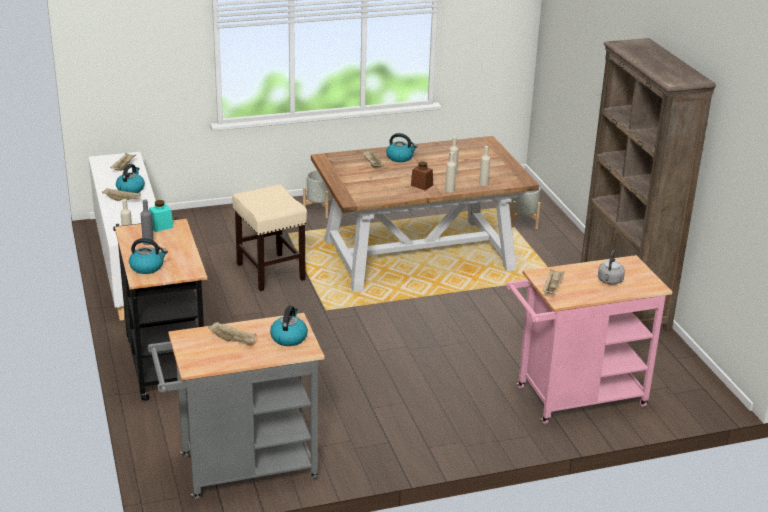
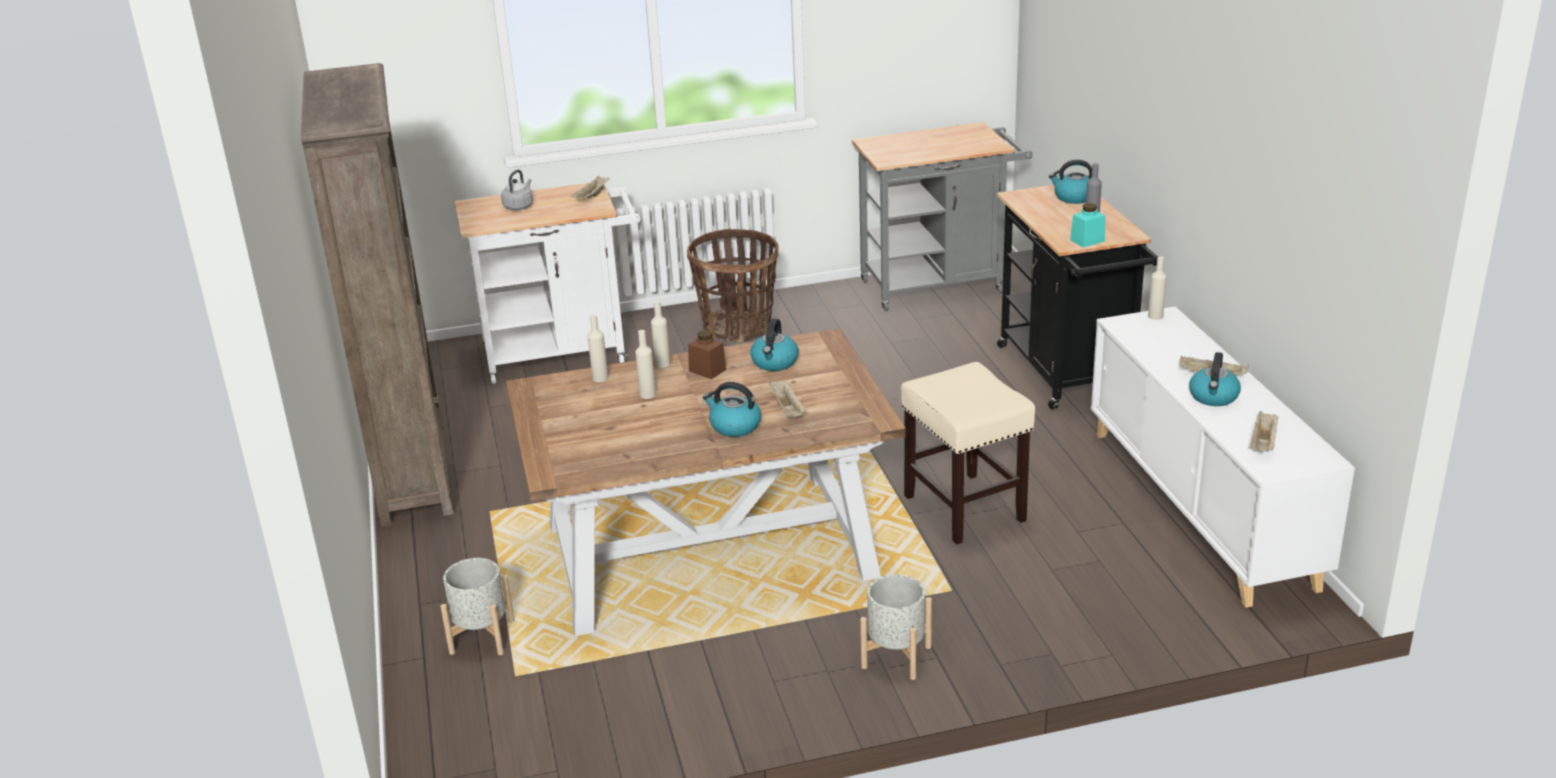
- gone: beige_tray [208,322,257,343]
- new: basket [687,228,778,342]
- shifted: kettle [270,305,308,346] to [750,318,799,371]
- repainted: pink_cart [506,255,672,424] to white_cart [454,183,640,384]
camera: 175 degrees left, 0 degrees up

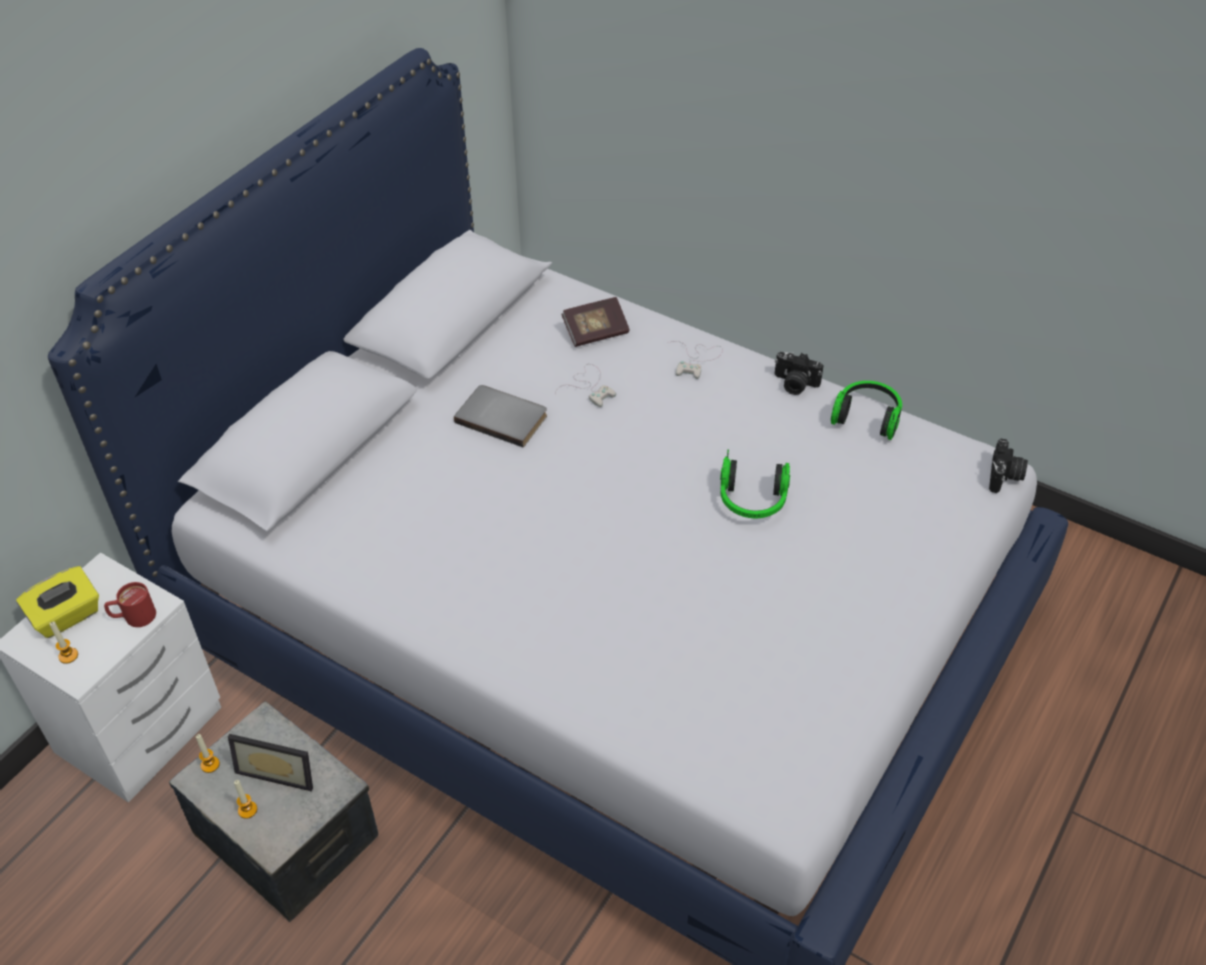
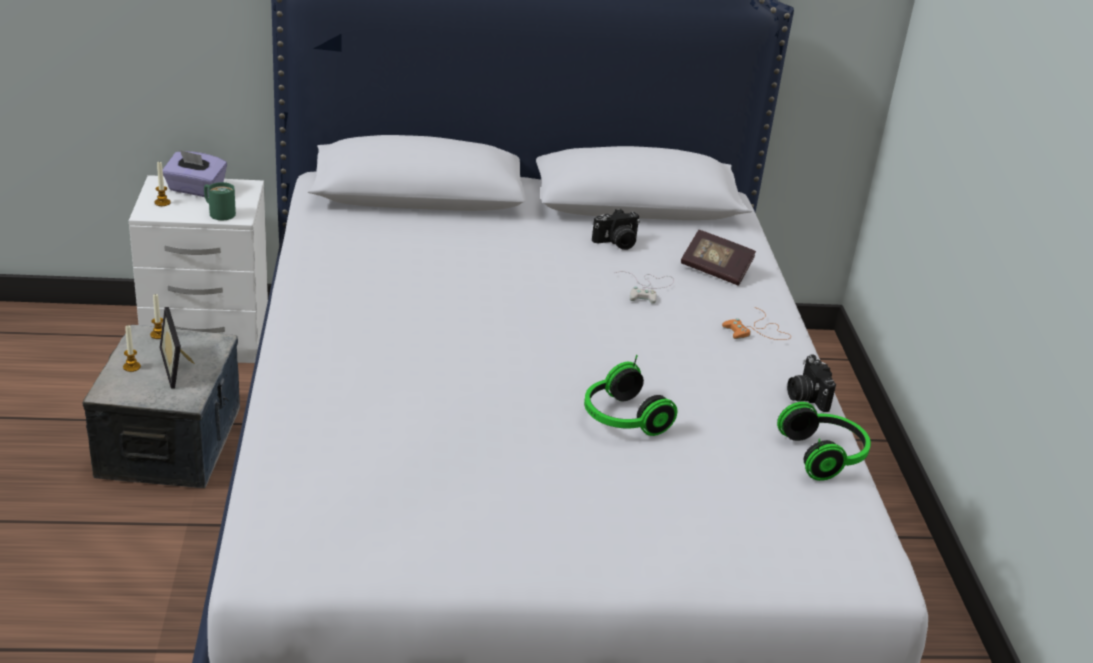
- gone: grey_book [454,385,547,448]
- shifted: photo_camera [989,439,1028,493] to [592,209,640,250]
- repainted: yellow_tissue_box [16,566,99,638] to purple_tissue_box [163,150,227,198]
- repainted: red_mug [104,582,156,627] to green_mug [204,182,236,220]
- repainted: white_game_controller [668,341,723,379] to orange_game_controller [722,307,791,340]
camera: 50 degrees right, 15 degrees down

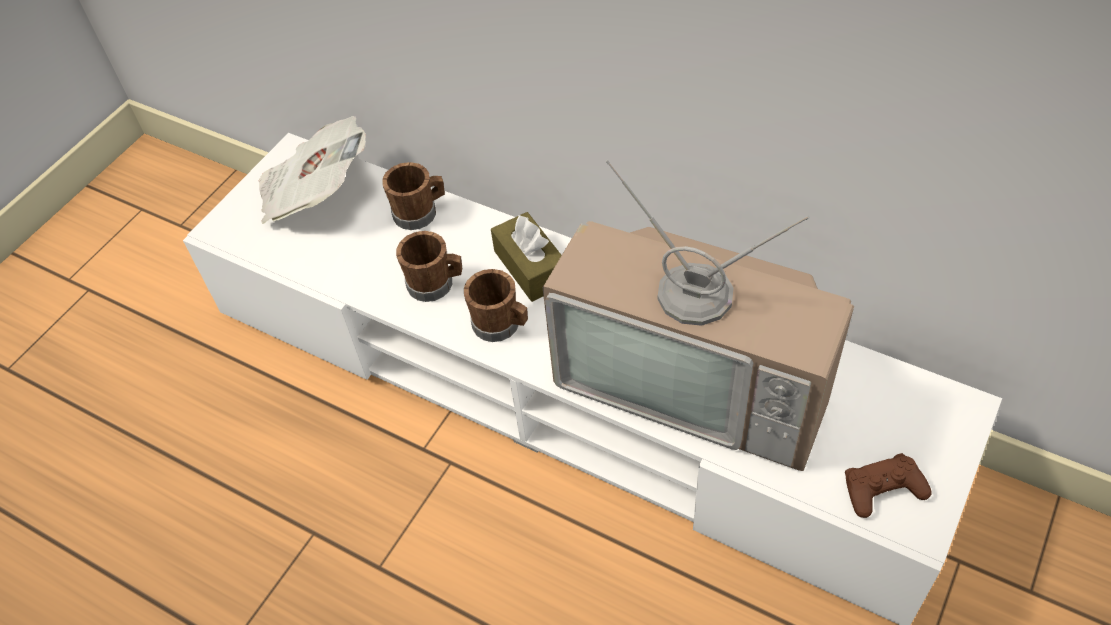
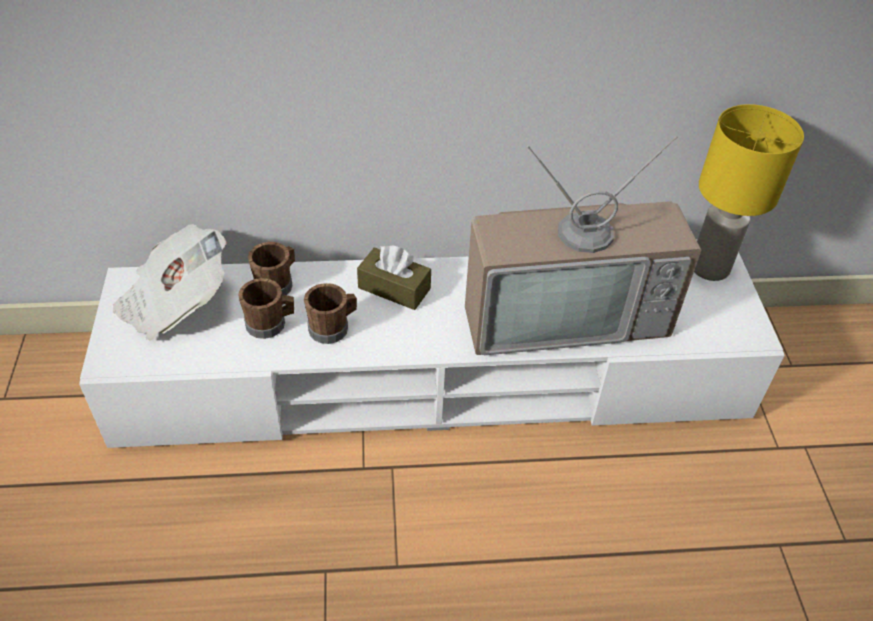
- gone: brown_game_controller [845,453,931,518]
- new: yellow_table_lamp [694,104,804,281]
- shifted: brown_mug [464,269,528,342] to [238,278,294,339]
camera: 40 degrees left, 5 degrees down

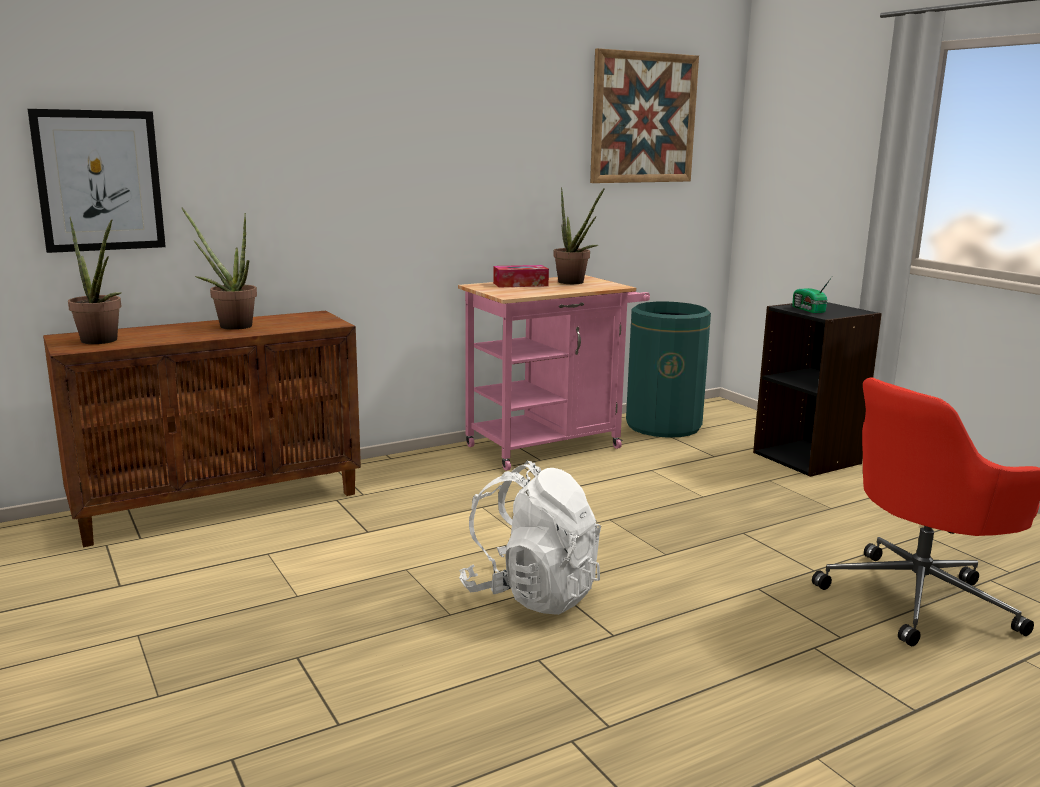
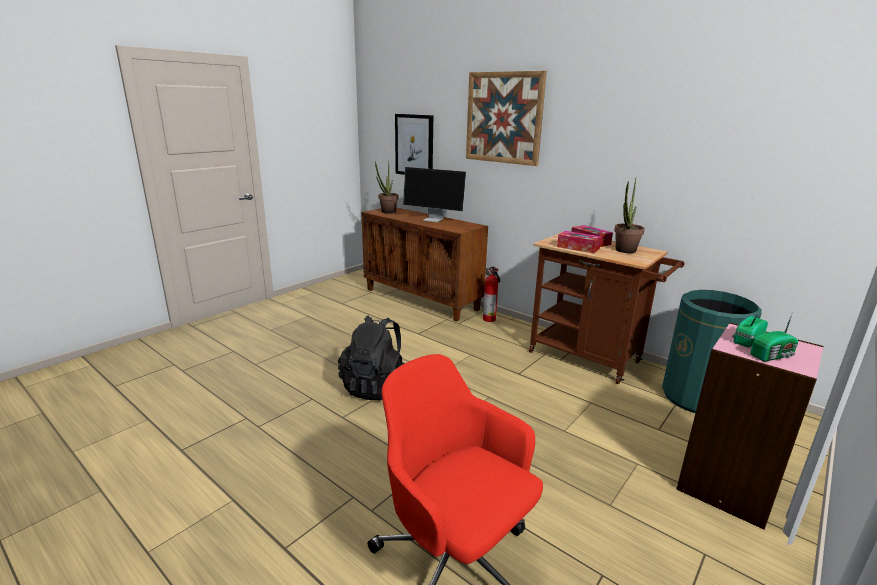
- new: fire_extinguisher [483,267,500,322]
- new: tissue_box [557,231,602,253]
- new: radio [750,311,798,362]
- shifted: picture [590,48,699,183] to [466,71,547,166]
- swapped: potted_plant [182,208,257,330] to monitor [403,167,467,222]
- repainted: pink_cart [458,275,650,471] to brown_cart [529,232,684,384]
- repainted: white_backpack [459,461,601,615] to black_backpack [338,315,405,400]
- repainted: black_bookcase [753,302,882,477] to pink_bookcase [676,323,824,530]
camera: 70 degrees right, 5 degrees up

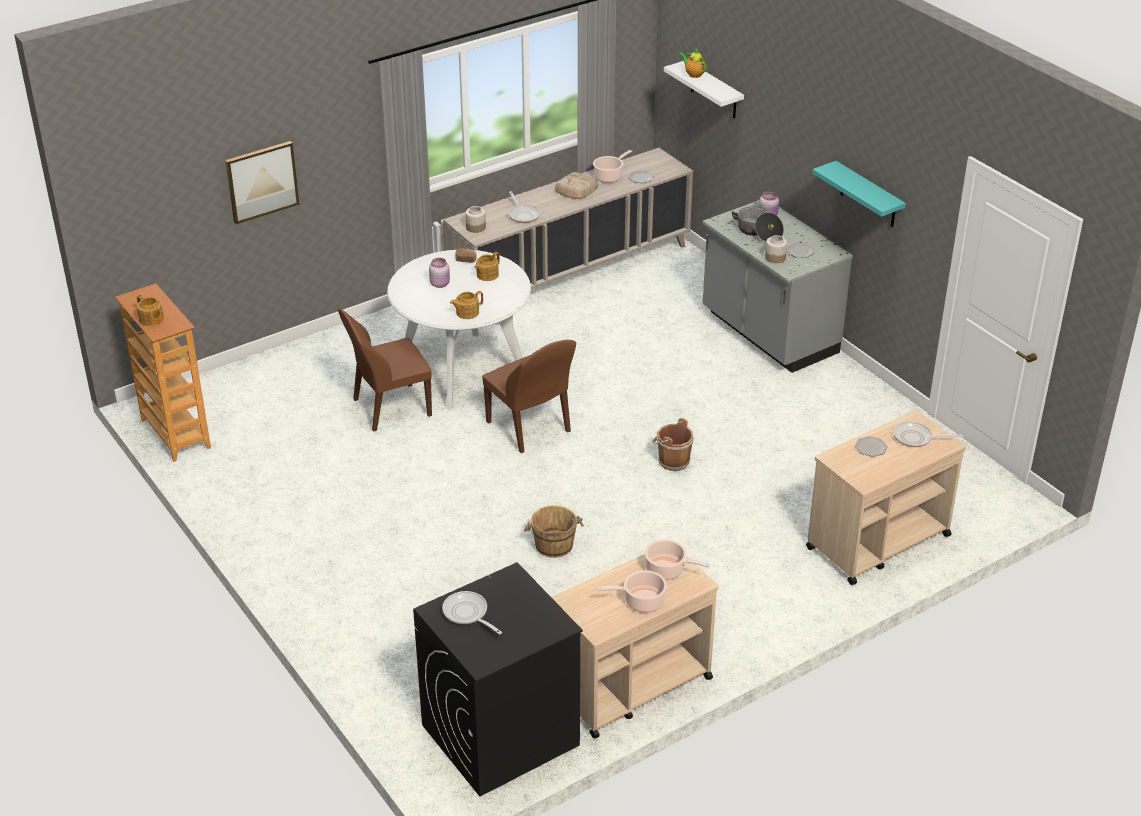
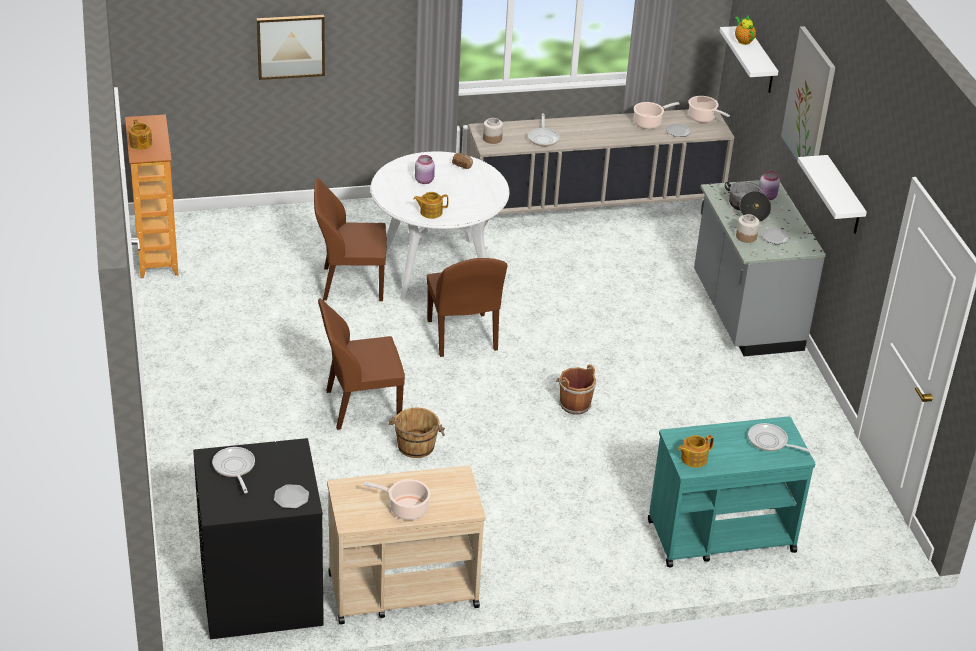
- gone: bread [555,172,598,199]
- new: brown_chair [318,299,405,430]
- new: picture [781,26,835,161]
- shifted: teapot [475,252,500,281] to [678,435,714,468]
- shifted: cooking_pot [645,539,710,580] to [688,96,730,123]
- shifted: plate [855,436,887,457] to [274,484,309,508]
- repainted: beige_cart [806,410,966,585] to turquoise_cart [648,416,815,568]
- repainted: turquoise_shelf [812,161,906,227] to white_shelf [797,155,867,234]
camera: 20 degrees right, 0 degrees up

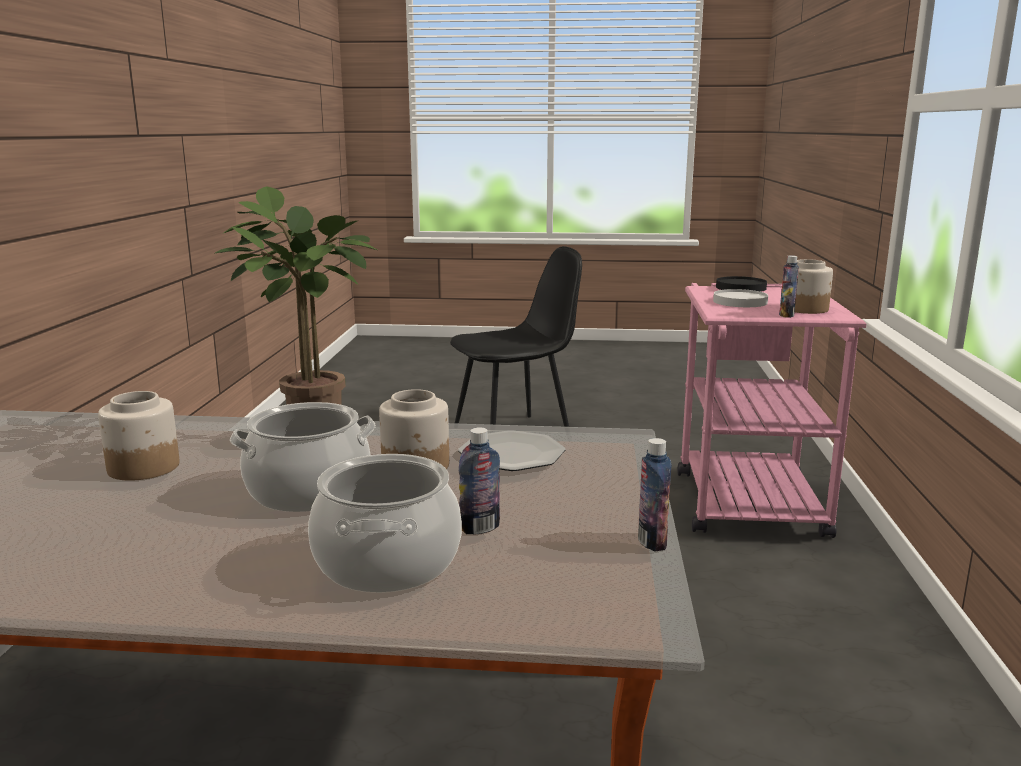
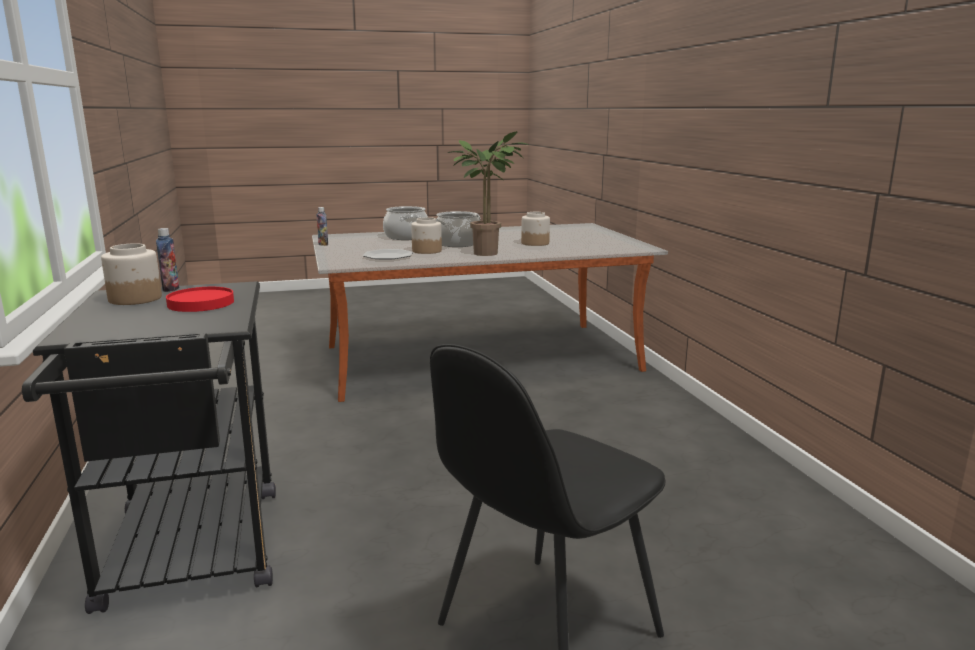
- gone: bottle [459,427,500,534]
- gone: black_plate [716,276,767,292]
- repainted: pink_cart [677,283,866,538] to black_cart [22,281,276,614]
- repainted: white_plate [713,289,768,307] to red_plate [166,287,234,312]
camera: 160 degrees right, 0 degrees up

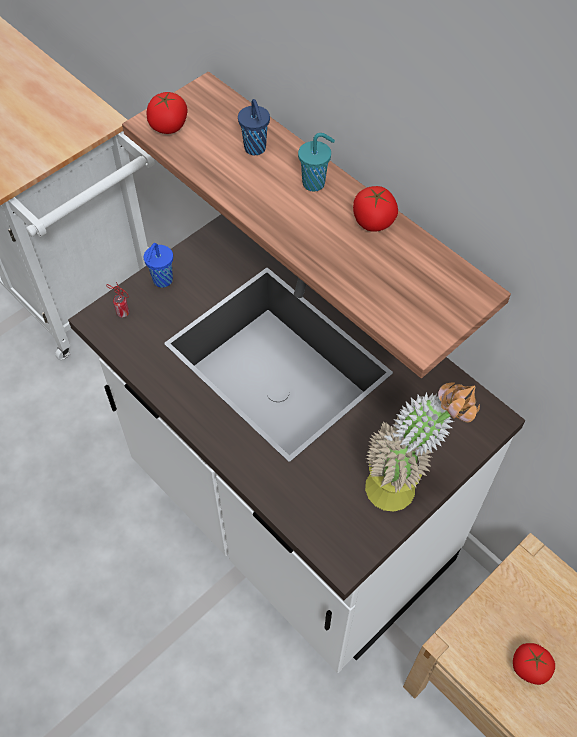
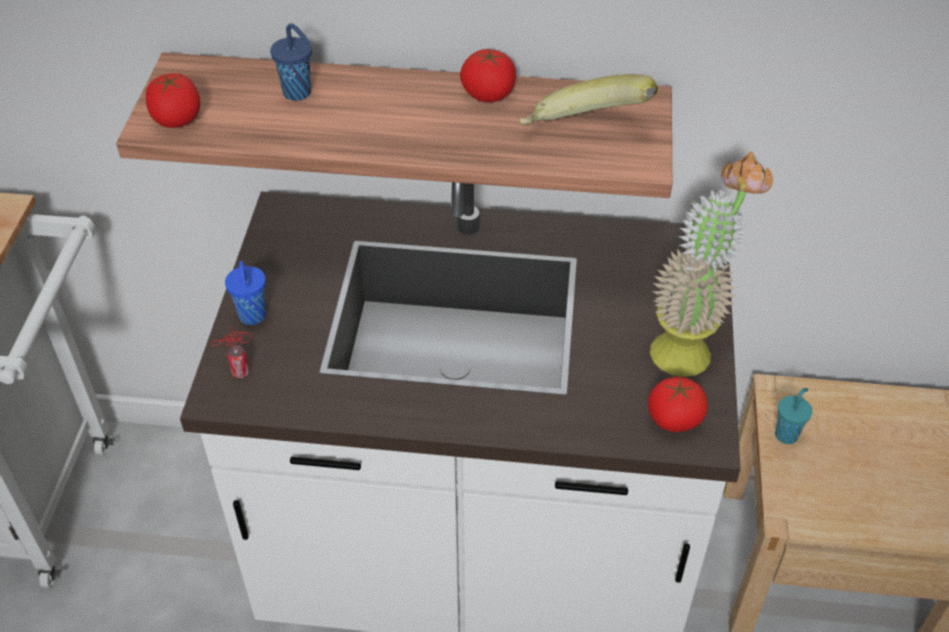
- new: banana [520,74,658,126]
- shifted: turquoise_cup [298,133,335,192] to [775,388,812,444]
- shifted: tomato [513,643,555,685] to [648,377,708,432]
camera: 40 degrees left, 10 degrees down

